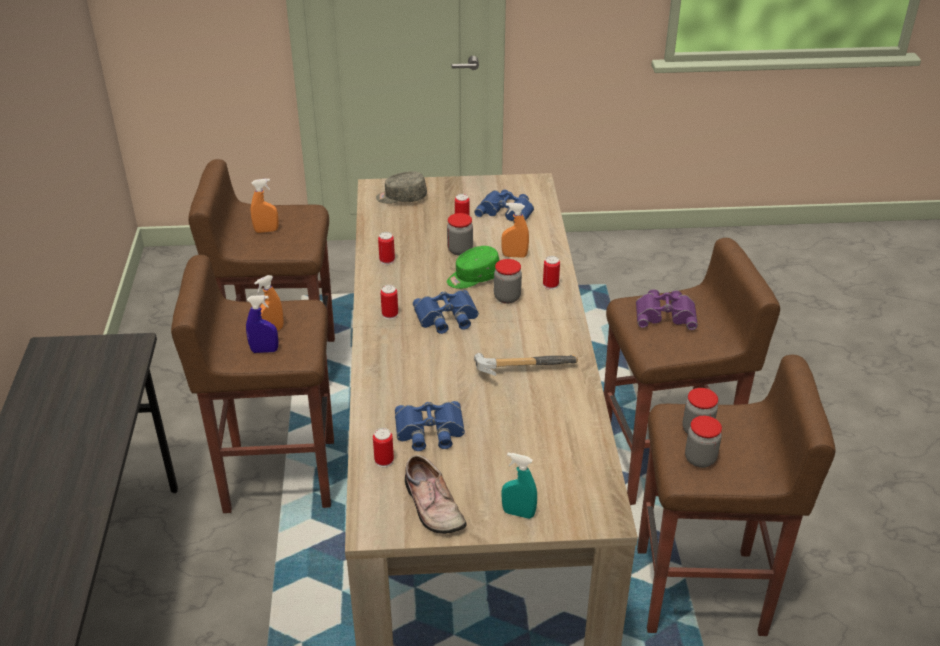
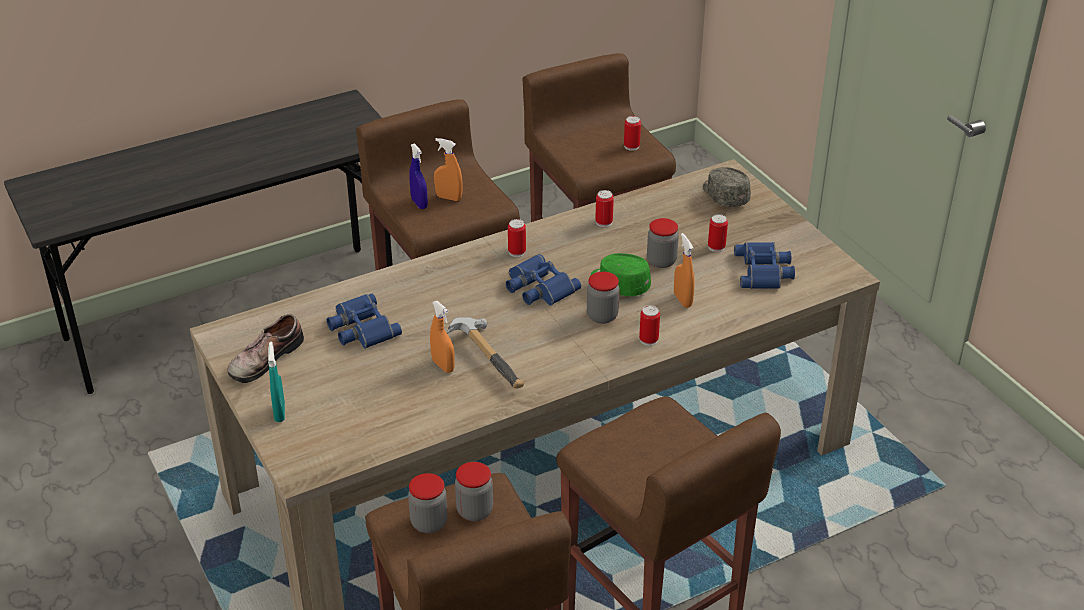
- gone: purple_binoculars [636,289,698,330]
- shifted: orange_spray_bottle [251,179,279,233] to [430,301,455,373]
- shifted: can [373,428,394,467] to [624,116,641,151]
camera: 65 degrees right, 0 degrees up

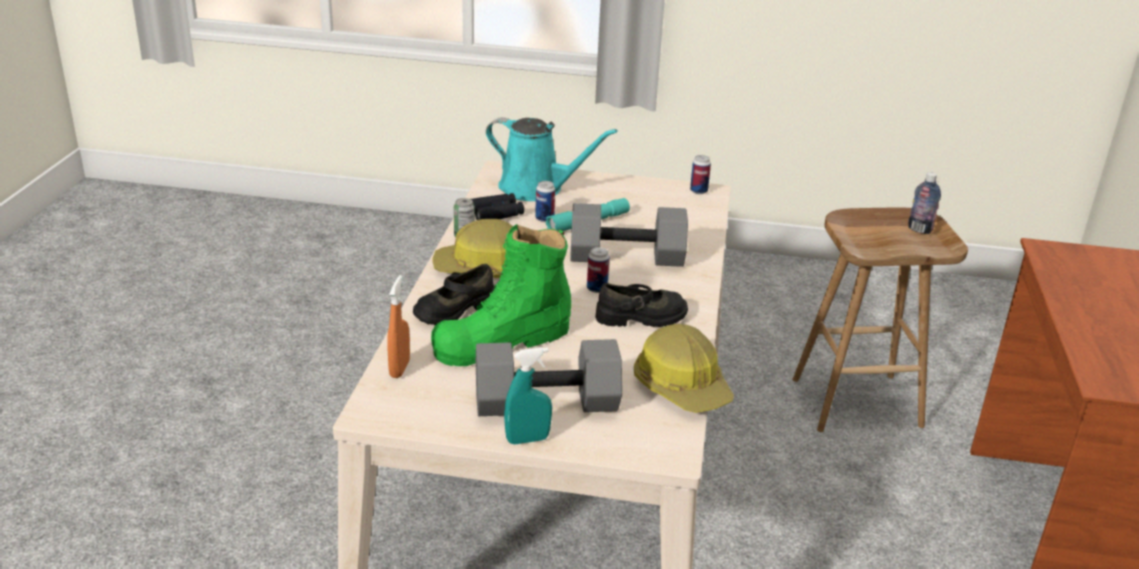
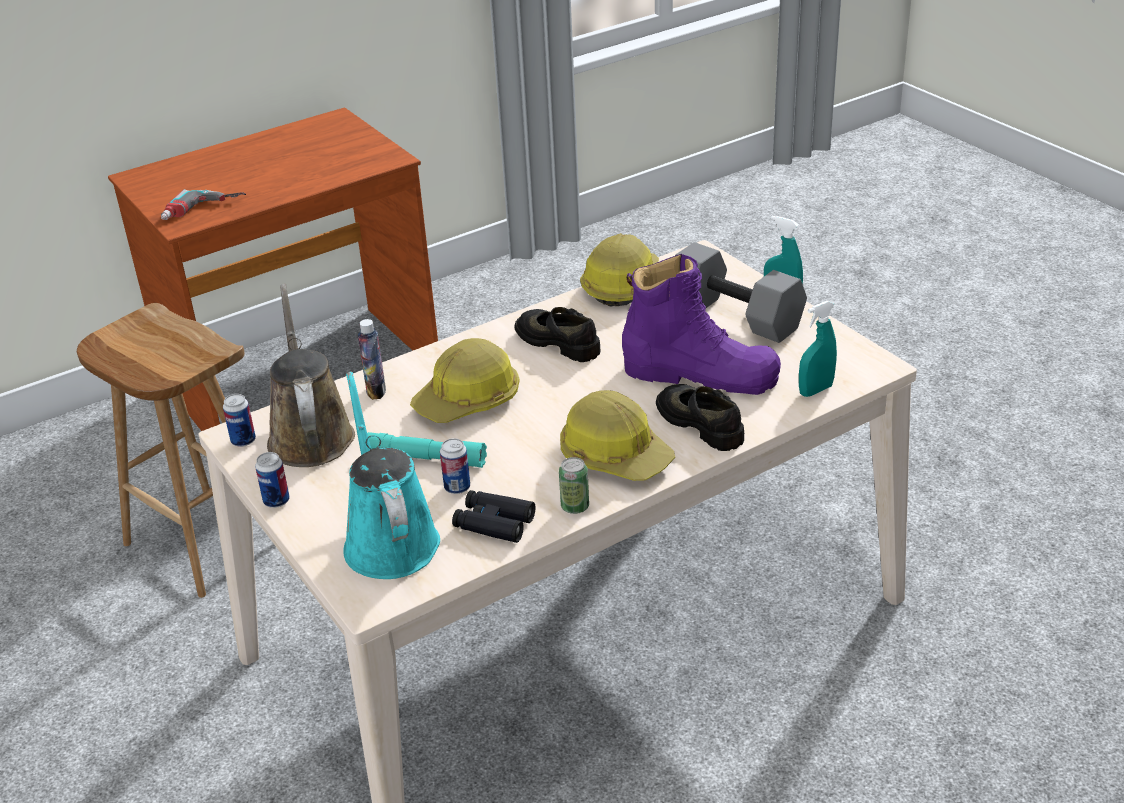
- new: power_drill [161,189,246,220]
- new: brown_watering_can [267,284,355,467]
- shifted: can [587,247,610,293] to [255,452,290,508]
- shifted: bottle [908,172,941,234] to [358,319,386,400]
- swapped: grey_dumbbell [570,203,688,267] to hard_hat [410,338,520,423]
- repainted: orange_spray_bottle [387,275,410,378] to turquoise_spray_bottle [799,301,837,397]
- repainted: green_boot [431,224,571,366] to purple_boot [622,254,781,395]
- rotated: black_shoe [413,264,495,325] = [656,384,744,451] 135 degrees counterclockwise
camera: 130 degrees left, 5 degrees up

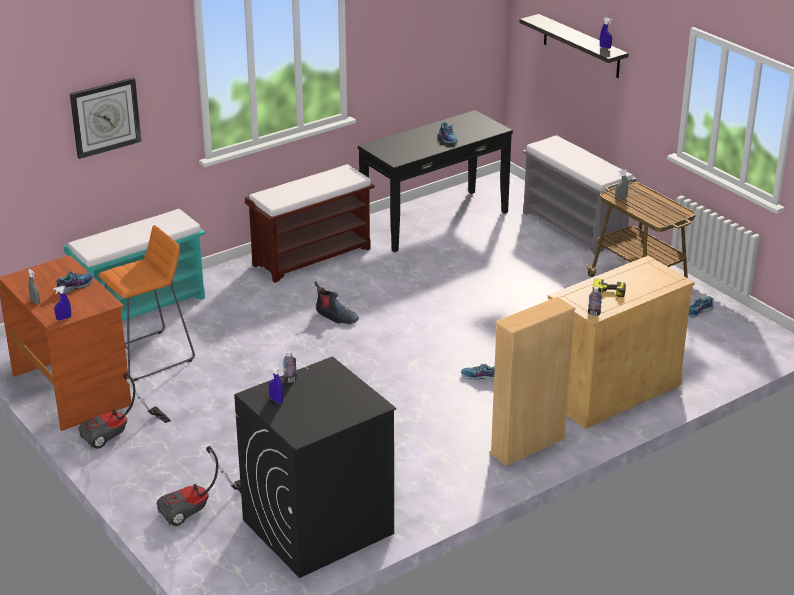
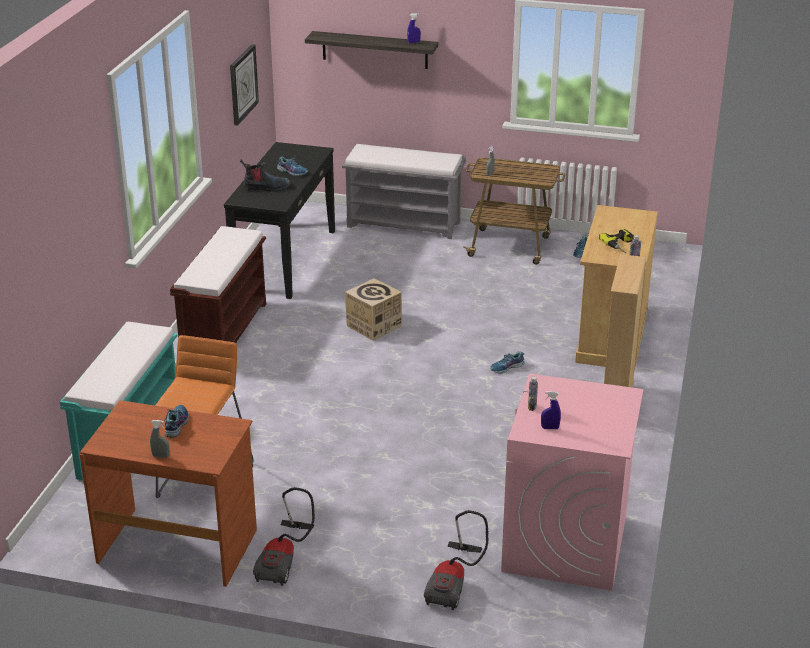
- gone: blue_spray_bottle [54,286,71,321]
- new: cardboard_box [345,278,402,341]
- shifted: wall_clock [70,78,141,159] to [230,44,259,126]
- shifted: boot [314,281,359,324] to [240,160,290,192]
- repainted: black_washing_machine [234,357,396,578] to pink_washing_machine [501,374,643,591]
camera: 40 degrees left, 0 degrees up

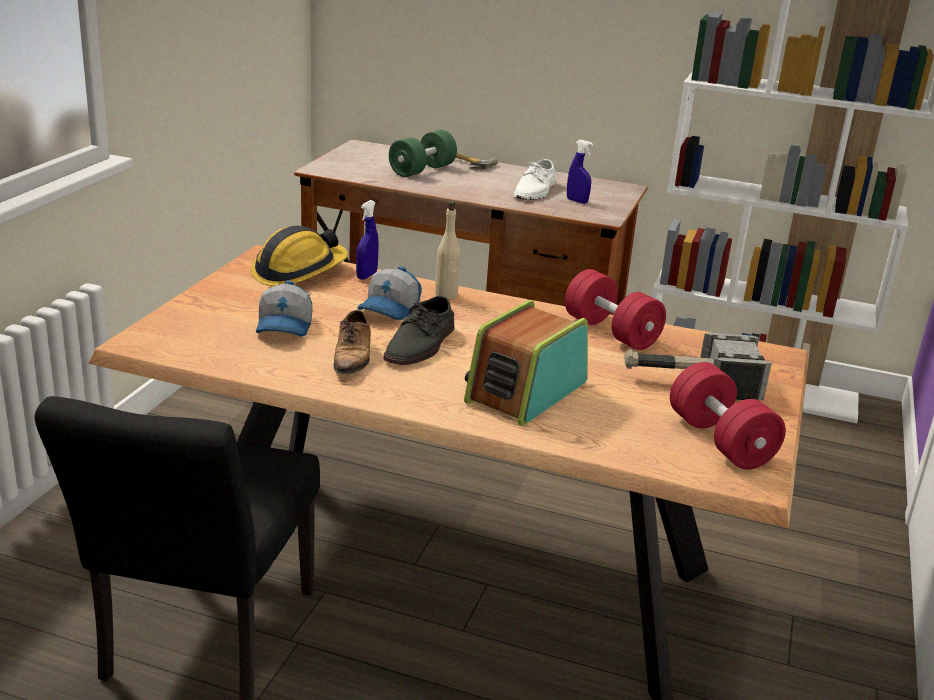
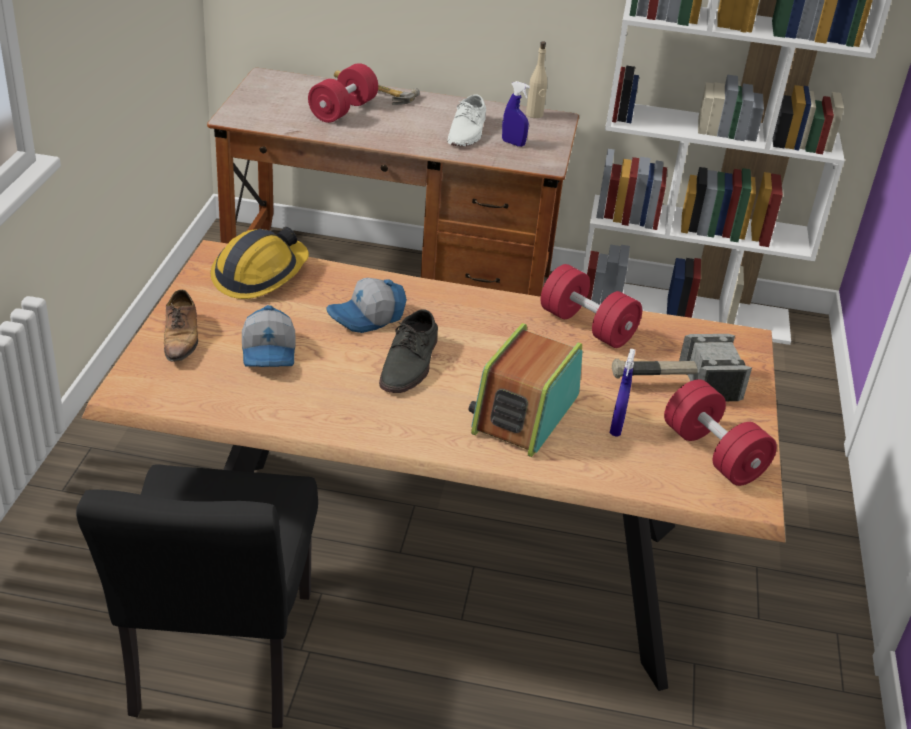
- shifted: shoe [334,310,371,374] to [164,289,198,366]
- shifted: blue_spray_bottle [356,200,379,280] to [610,349,635,436]
- shifted: beige_bottle [435,201,460,299] to [526,41,547,118]
- repainted: green_dumbbell [389,130,457,177] to red_dumbbell [308,63,378,123]
- rotated: cap [358,266,422,320] = [327,278,407,333] 45 degrees clockwise
camera: 10 degrees left, 10 degrees up

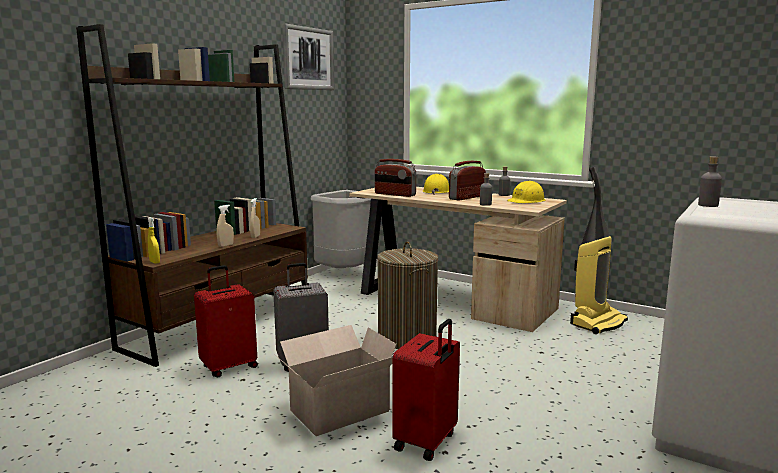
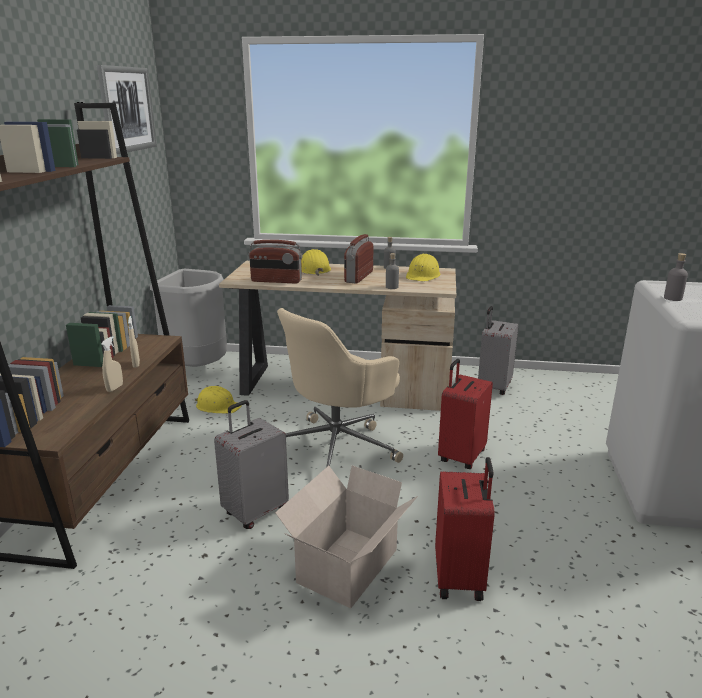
- gone: yellow_spray_bottle [148,217,160,264]
- new: yellow_hard_hat [194,386,242,413]
- shifted: red_suitcase [194,265,258,377] to [438,359,493,469]
- swapped: laundry_basket [377,242,438,349] to beige_office_chair [277,308,403,467]
- swapped: vacuum_cleaner [570,167,628,334] to grey_suitcase [478,306,519,395]
camera: 25 degrees left, 10 degrees up

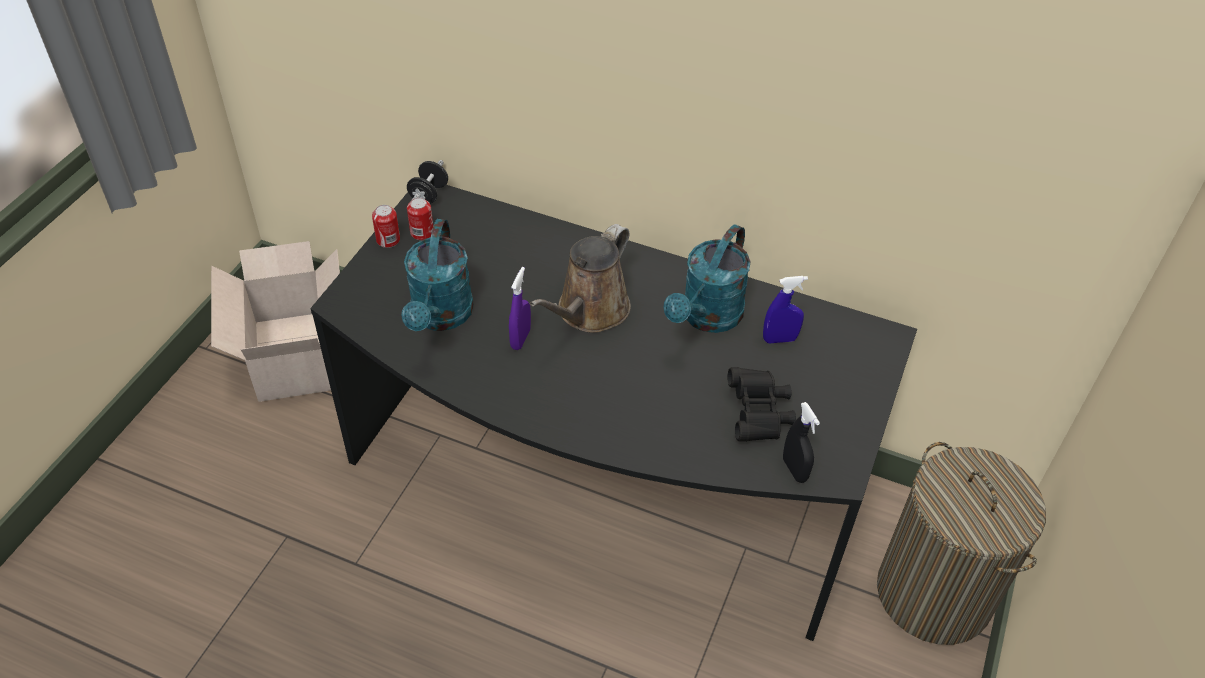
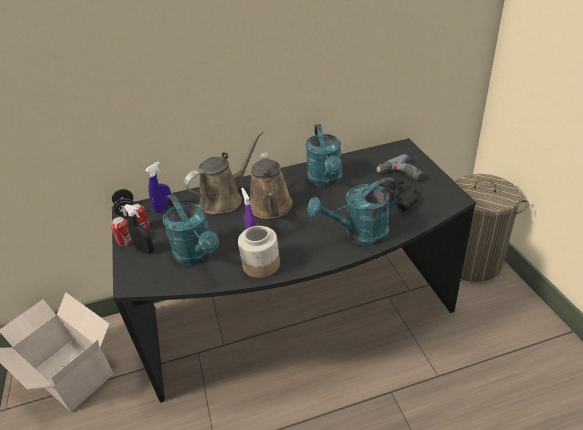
- new: brown_watering_can [184,131,263,214]
- new: jar [238,226,280,278]
- new: turquoise_watering_can [307,177,400,246]
- new: power_drill [376,154,424,182]
- shifted: blue_spray_bottle [763,276,808,343] to [145,162,171,213]
- shifted: black_spray_bottle [783,402,820,483] to [124,204,154,254]
camera: 35 degrees left, 10 degrees down

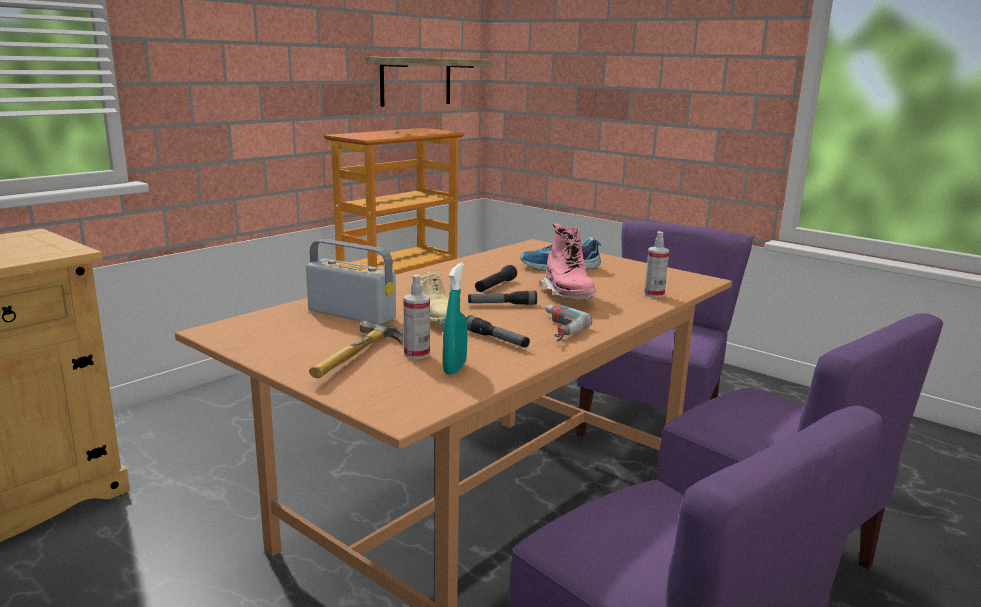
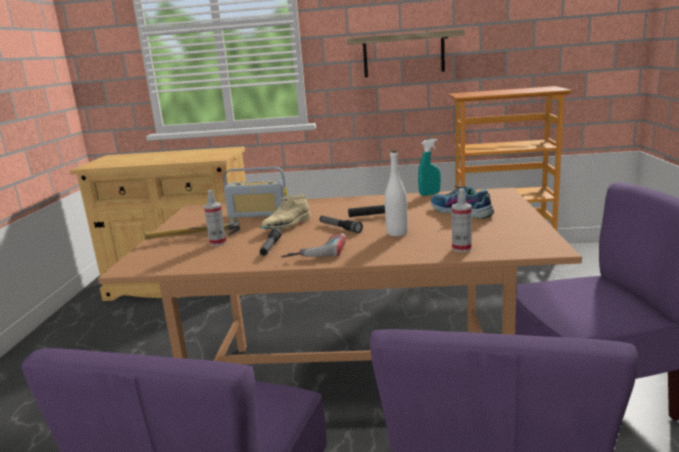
- shifted: shelf [366,57,491,107] to [347,29,465,77]
- shifted: turquoise_spray_bottle [443,263,468,375] to [418,139,441,196]
- swapped: pink_boot [539,223,597,300] to white_bottle [385,150,408,236]
- rotated: radio [306,239,396,324] = [223,167,287,218] 105 degrees clockwise
camera: 55 degrees right, 0 degrees up

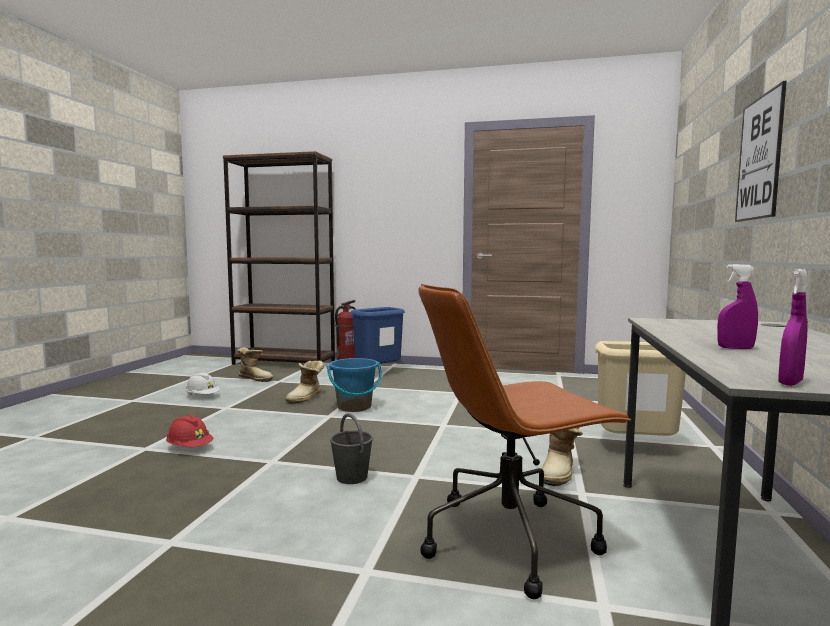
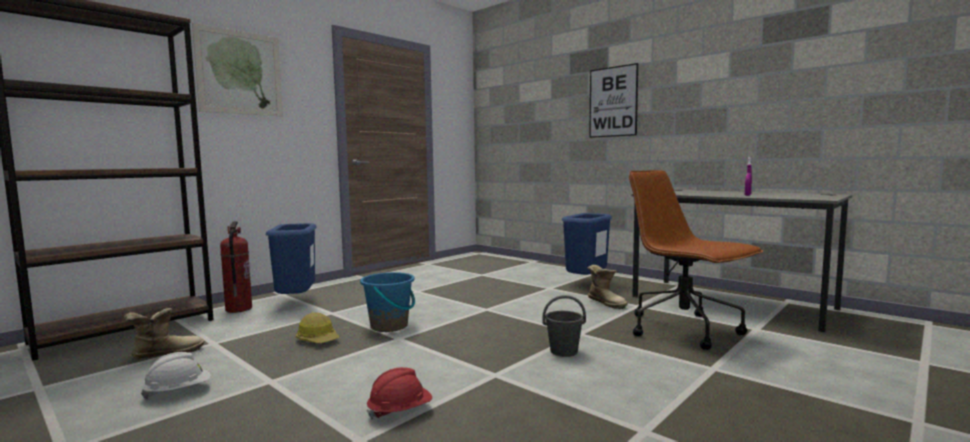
- gone: purple_spray_bottle [778,269,808,386]
- new: picture [192,23,283,116]
- swapped: boot [285,361,324,404] to hard_hat [296,312,339,343]
- repainted: beige_trash_can [595,341,686,436] to blue_trash_can [561,213,612,275]
- rotated: brown_office_chair [418,284,632,599] = [629,170,763,350] 135 degrees clockwise
camera: 60 degrees left, 0 degrees up

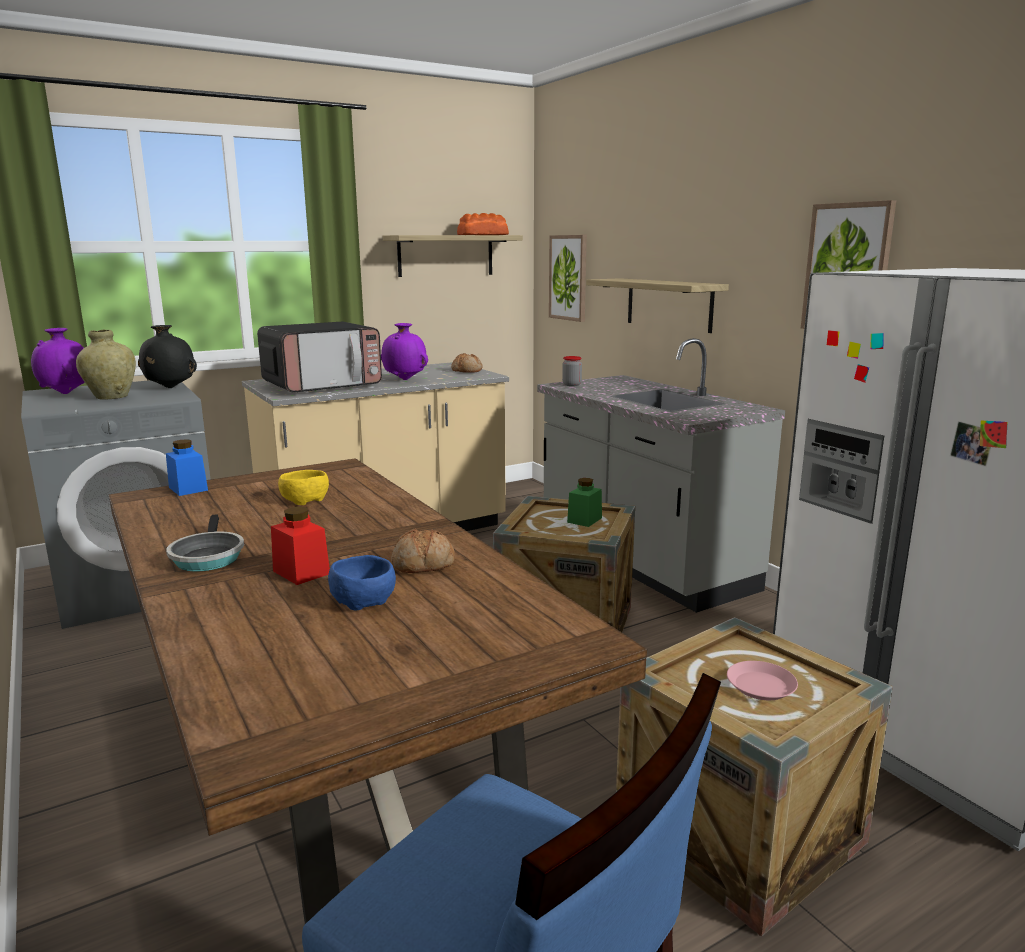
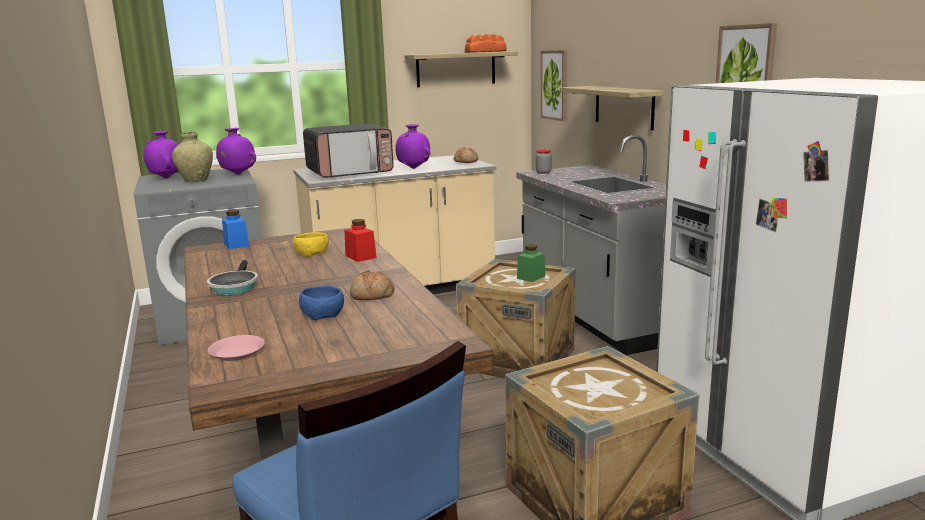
- shifted: red_jar [271,506,330,585] to [345,219,377,262]
- shifted: pink_plate [727,661,798,700] to [208,335,265,361]
- repainted: black_vase [138,325,197,388] to purple_vase [216,128,256,174]
camera: 10 degrees right, 0 degrees up

